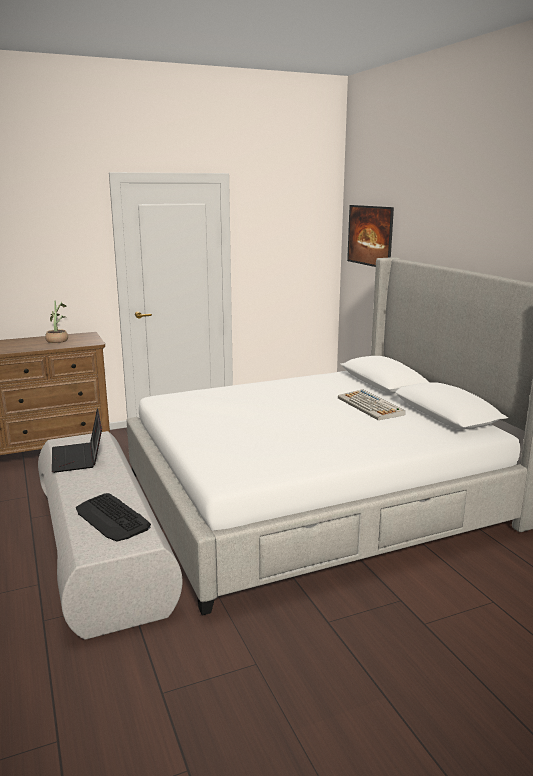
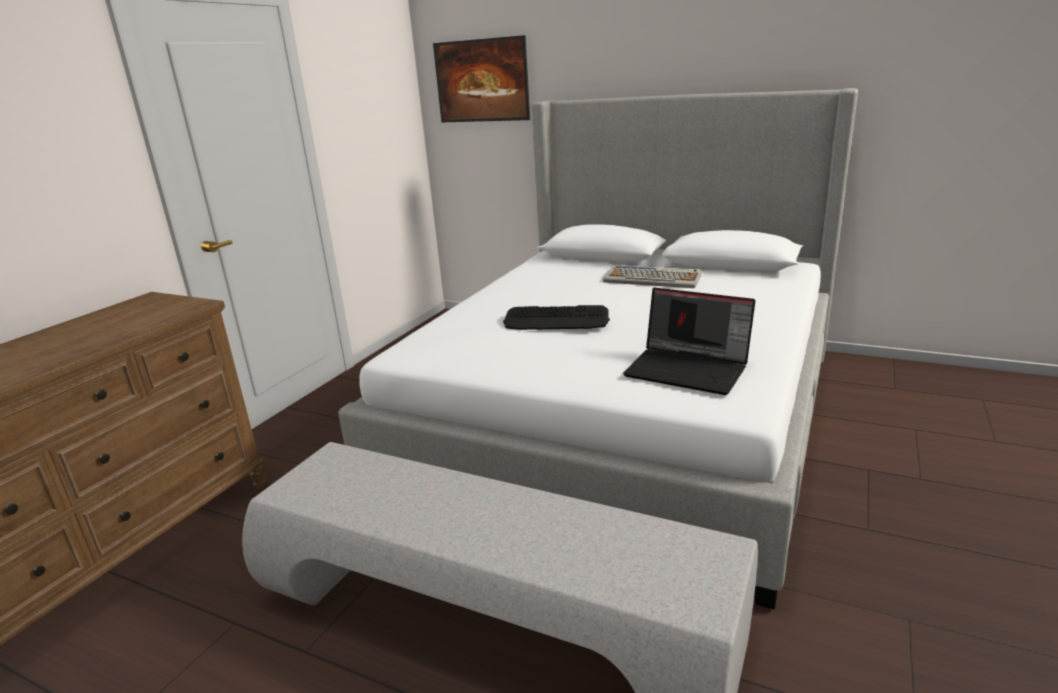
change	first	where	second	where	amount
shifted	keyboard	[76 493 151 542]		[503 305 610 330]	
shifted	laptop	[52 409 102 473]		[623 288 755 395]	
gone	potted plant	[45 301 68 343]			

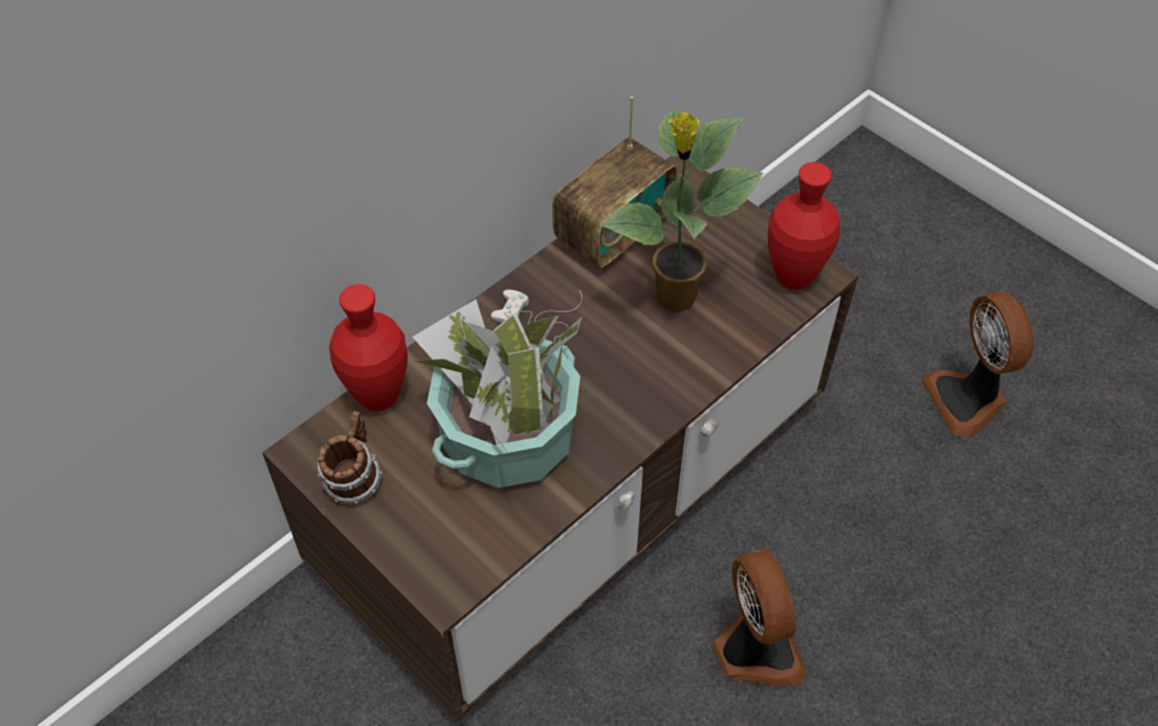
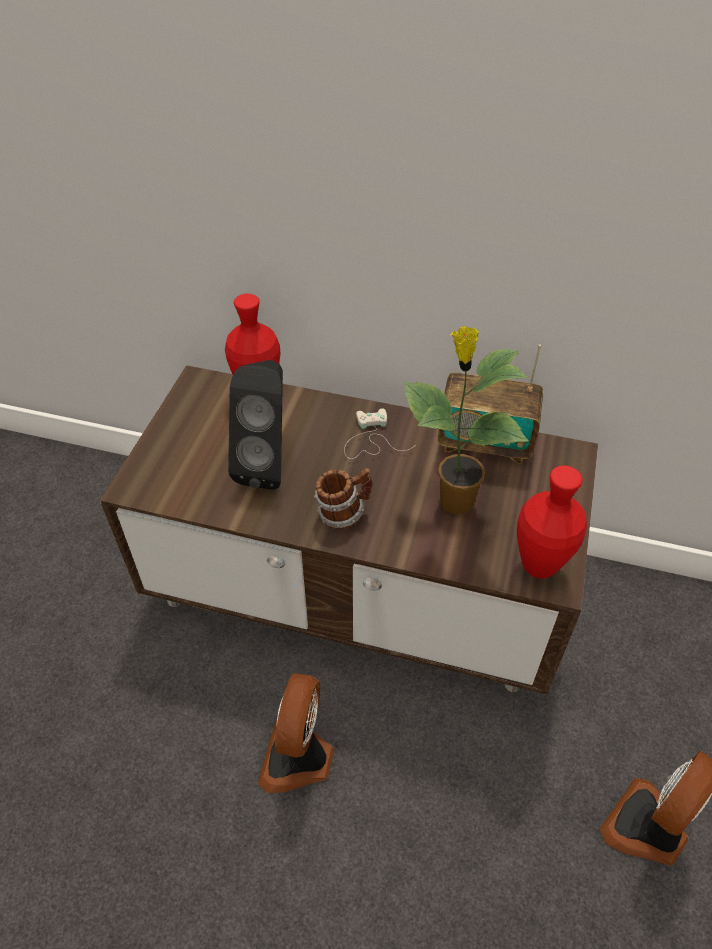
change	first	where	second	where	amount
swapped	potted plant	[413 299 582 488]	speaker in black	[228 360 283 490]	
rotated	fan	[712 549 808 687]		[258 673 334 793]	150 degrees clockwise
shifted	mug	[317 411 382 505]		[314 468 373 529]	

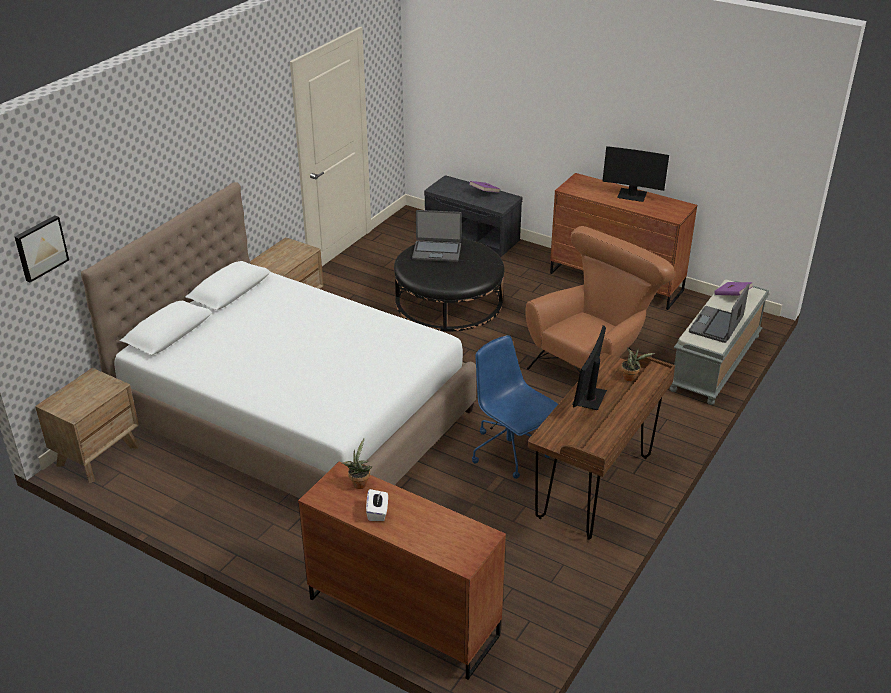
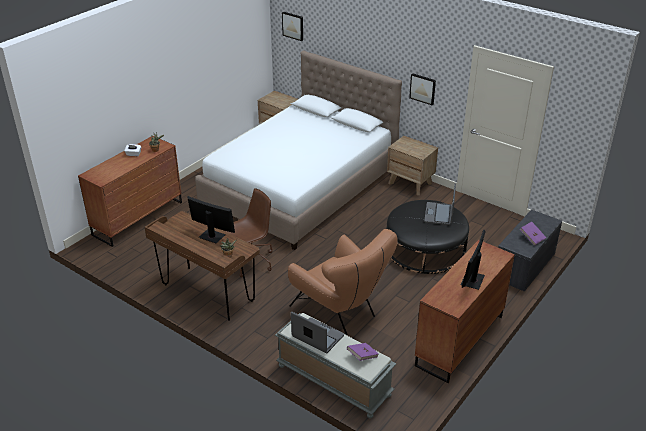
change	first	where	second	where	amount
repainted	office chair in blue	[472 335 558 479]	office chair in brown	[223 188 273 277]	
new			picture	[409 73 436 105]	

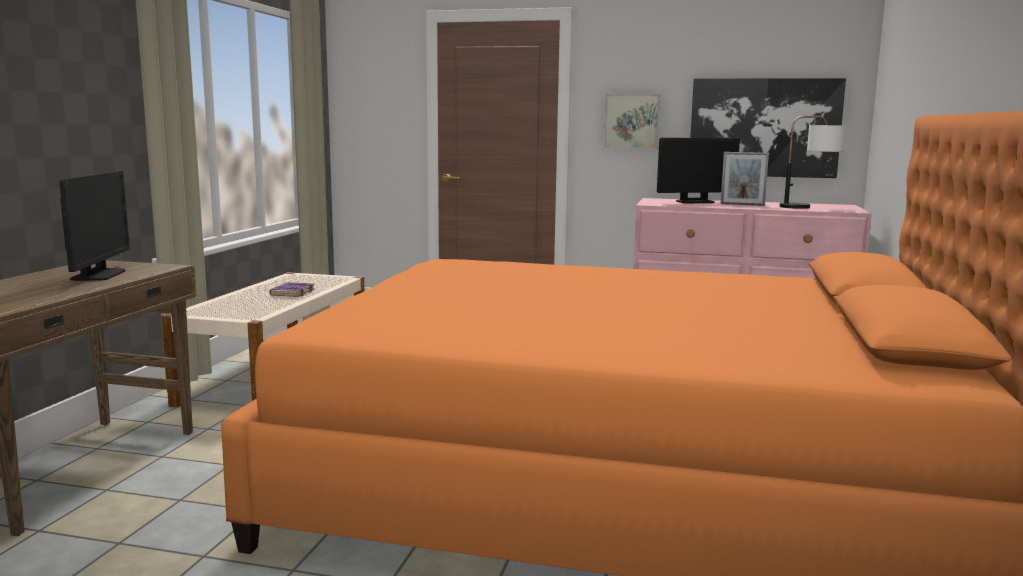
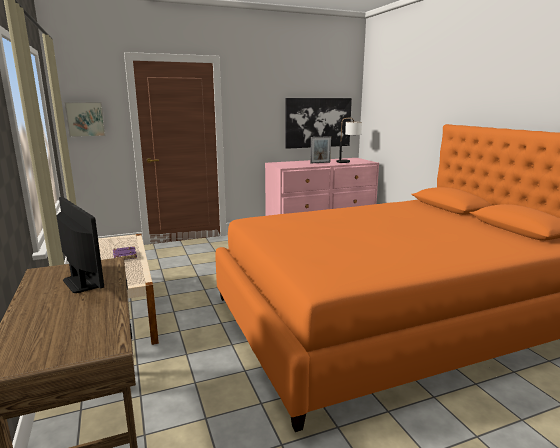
change	first	where	second	where	amount
shifted	picture	[604 94 660 149]		[64 102 106 137]	
gone	monitor	[657 138 740 203]			

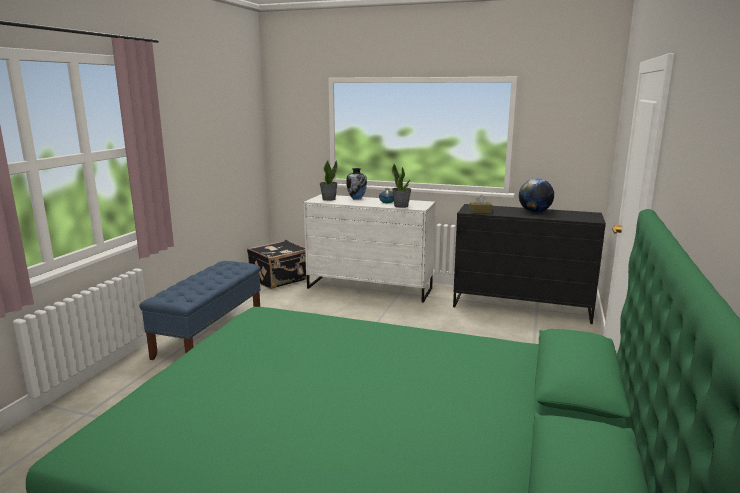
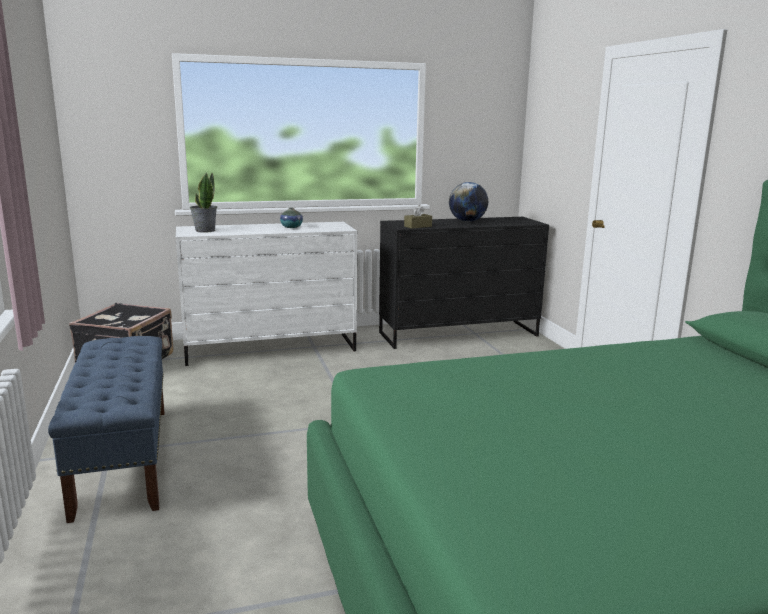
change	first	where	second	where	amount
gone	vase	[346 168 367 200]			
gone	potted plant	[392 164 412 208]			

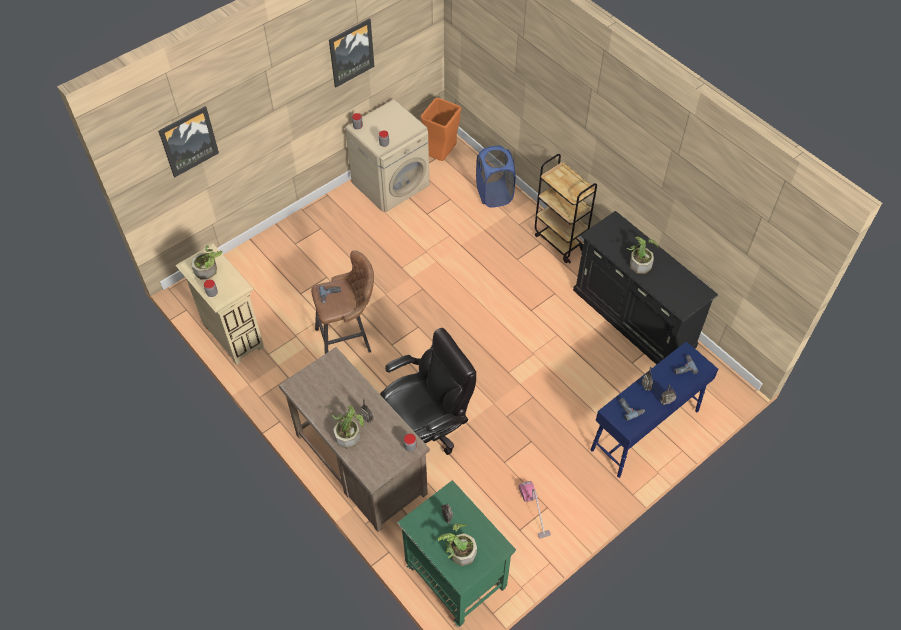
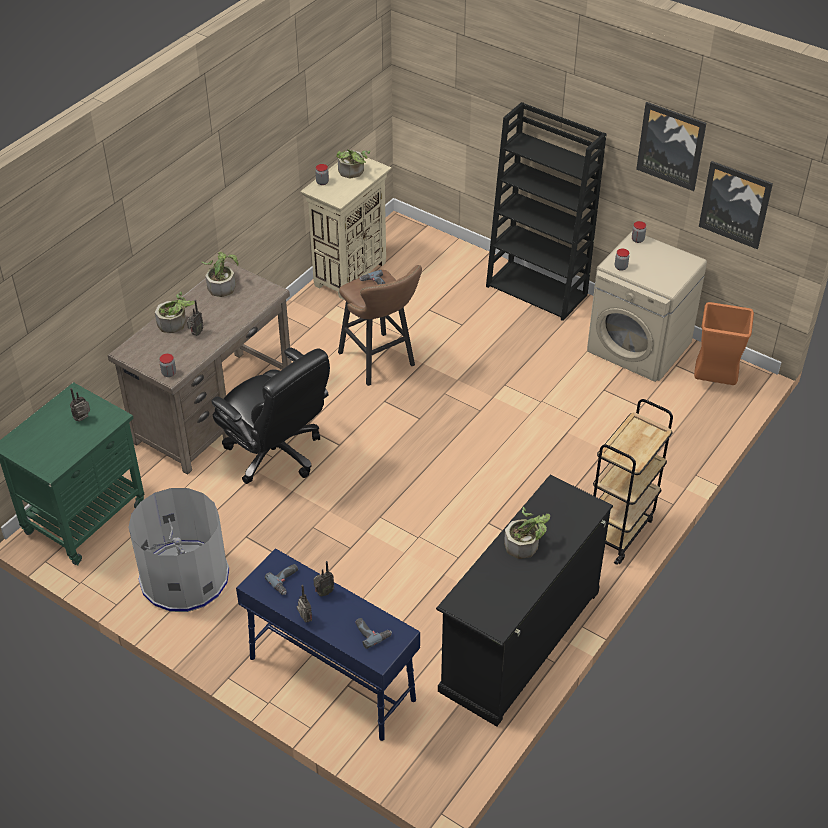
change	first	where	second	where	amount
swapped	vacuum cleaner	[519 481 551 539]	trash can in grey	[129 488 229 612]	
shifted	potted plant	[438 524 477 566]		[202 252 238 297]	
new			bookcase in black	[486 102 606 321]	
shifted	picture	[158 106 219 177]		[699 161 773 249]	
gone	laundry basket in blue	[476 146 515 208]			

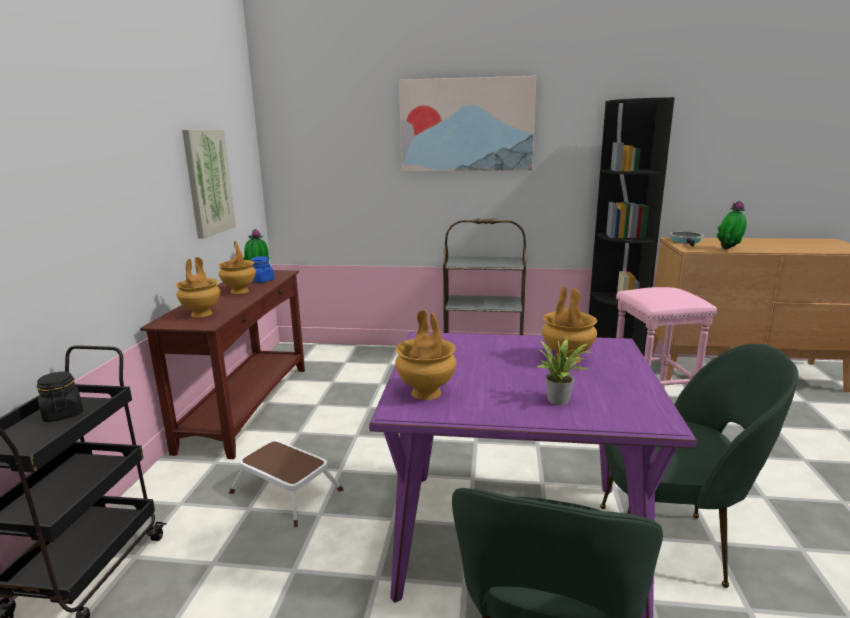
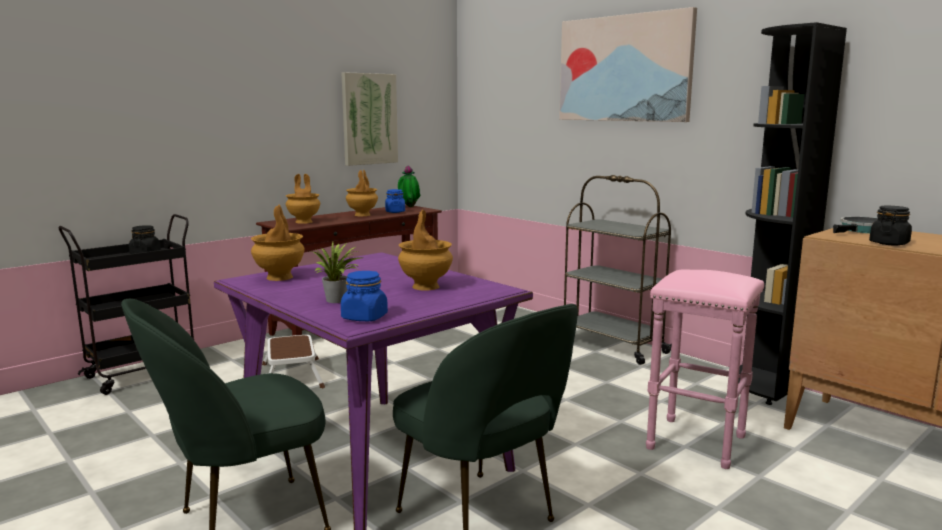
change	first	where	second	where	amount
new			jar in blue	[341 271 388 321]	
swapped	potted plant	[717 201 747 249]	jar in black	[869 206 912 246]	

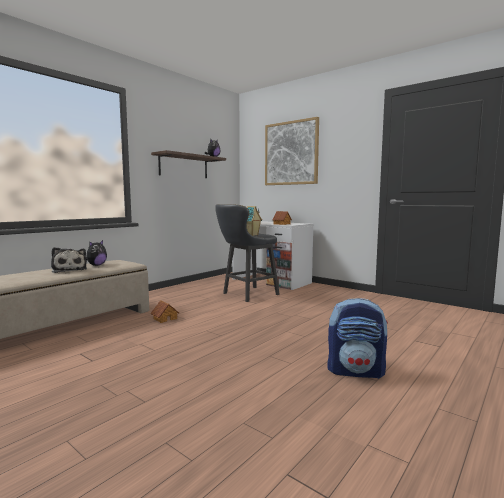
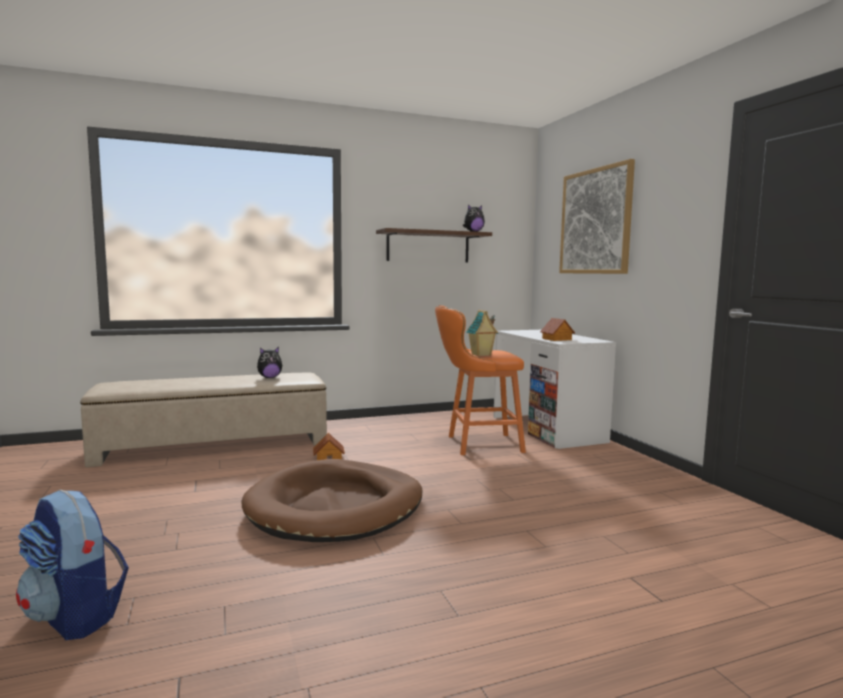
change	first	where	second	where	amount
shifted	backpack	[327 298 388 379]		[16 490 129 640]	
new			dog bed in brown	[241 459 422 542]	
repainted	stool in grey	[215 204 280 302]	stool in orange	[435 305 526 455]	
gone	plush toy	[51 247 87 273]			

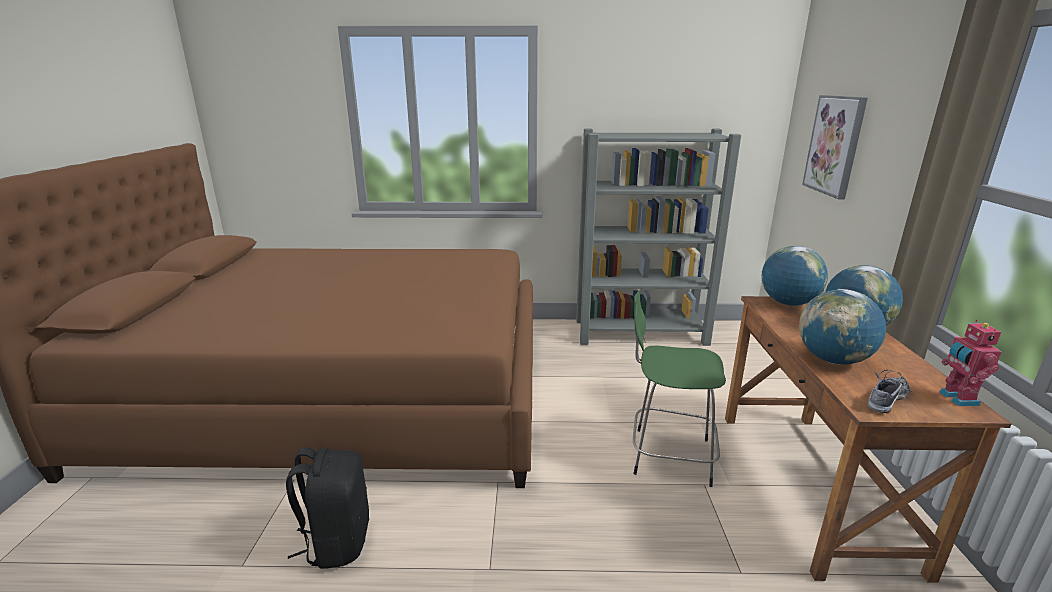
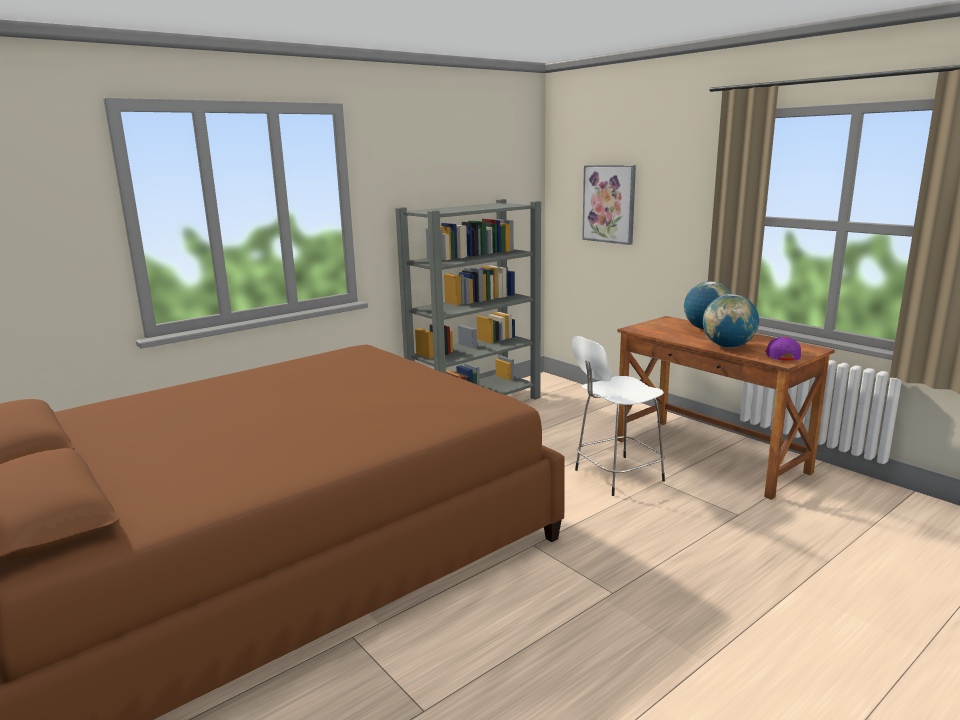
change	first	where	second	where	amount
repainted	stool in green	[633 291 726 487]	stool in white	[572 336 665 496]	
swapped	shoe	[868 370 911 413]	cap in purple	[765 337 801 361]	
gone	backpack in black	[286 447 369 569]			
gone	globe	[761 246 828 306]			
gone	toy robot	[939 320 1002 406]			

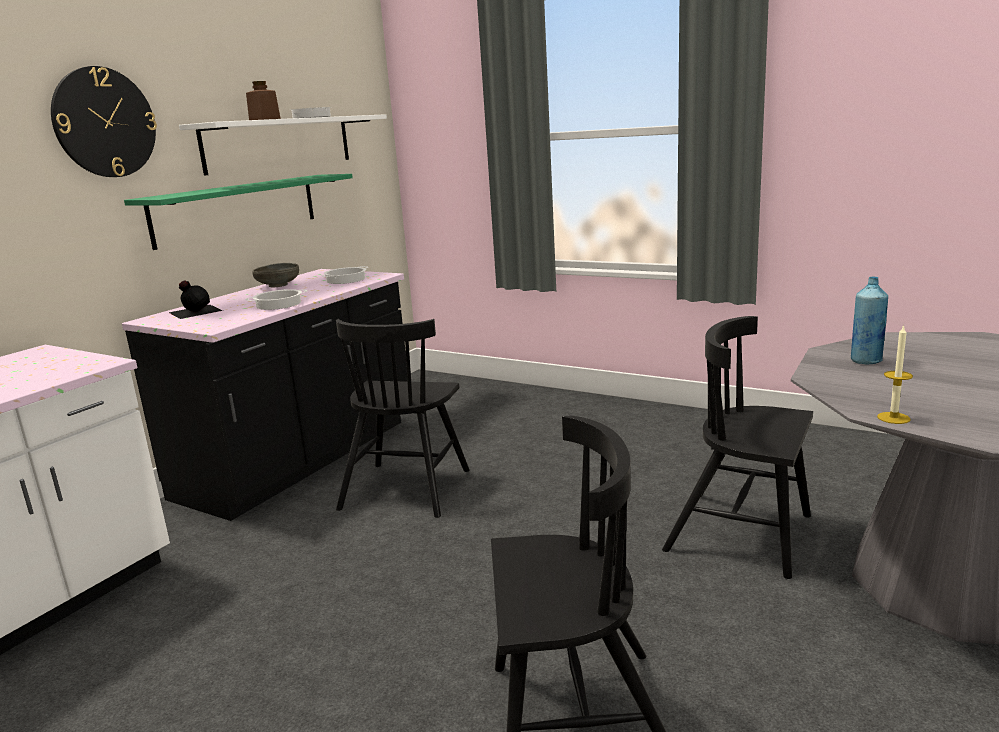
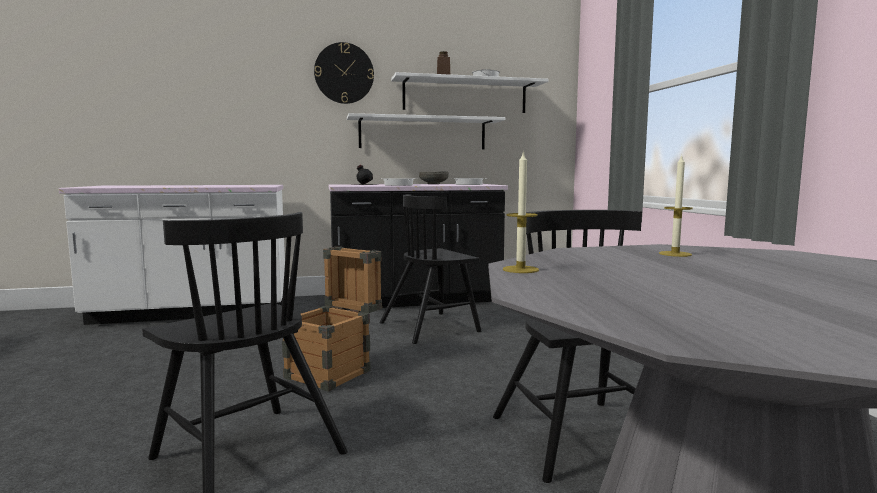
change	first	where	second	where	amount
new			crate	[282 246 382 392]	
repainted	shelf in green	[124 174 353 250]	shelf in white	[347 113 505 149]	
swapped	bottle in blue	[851 276 888 364]	candle	[659 155 693 257]	

